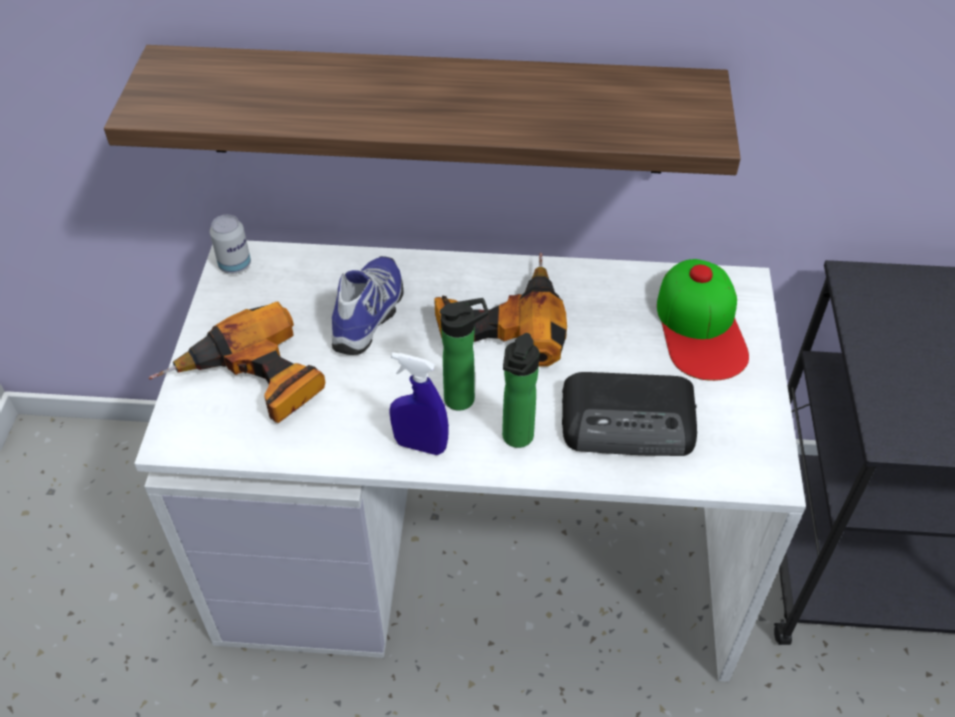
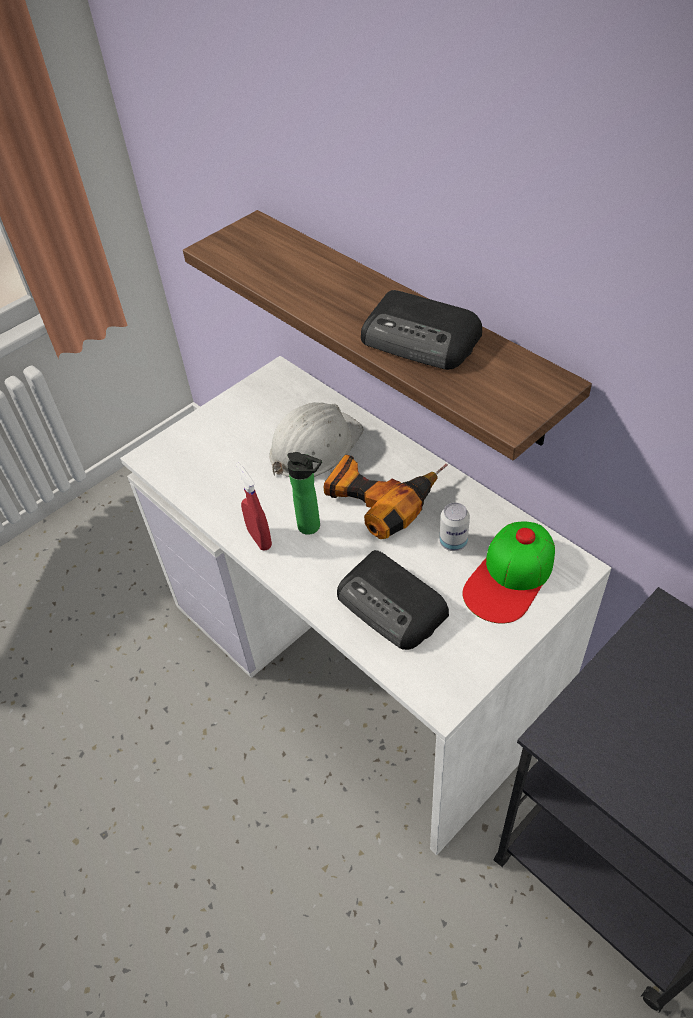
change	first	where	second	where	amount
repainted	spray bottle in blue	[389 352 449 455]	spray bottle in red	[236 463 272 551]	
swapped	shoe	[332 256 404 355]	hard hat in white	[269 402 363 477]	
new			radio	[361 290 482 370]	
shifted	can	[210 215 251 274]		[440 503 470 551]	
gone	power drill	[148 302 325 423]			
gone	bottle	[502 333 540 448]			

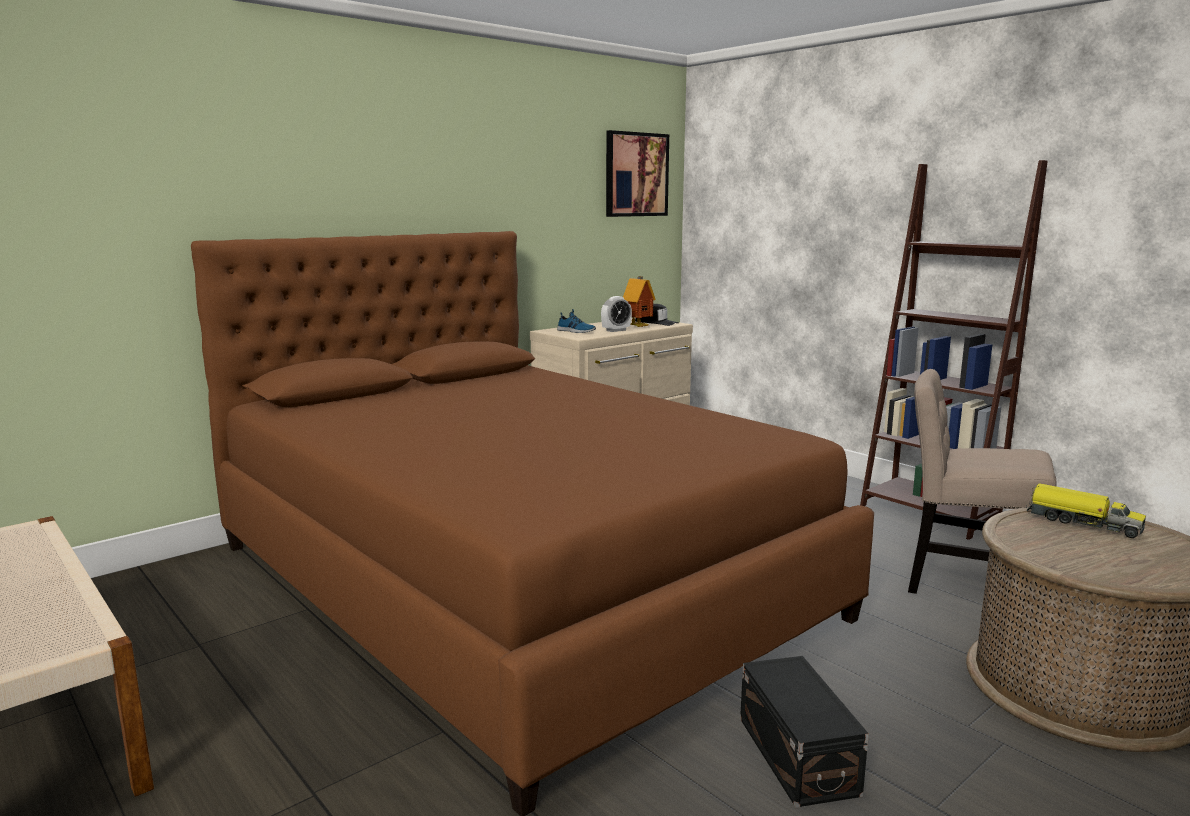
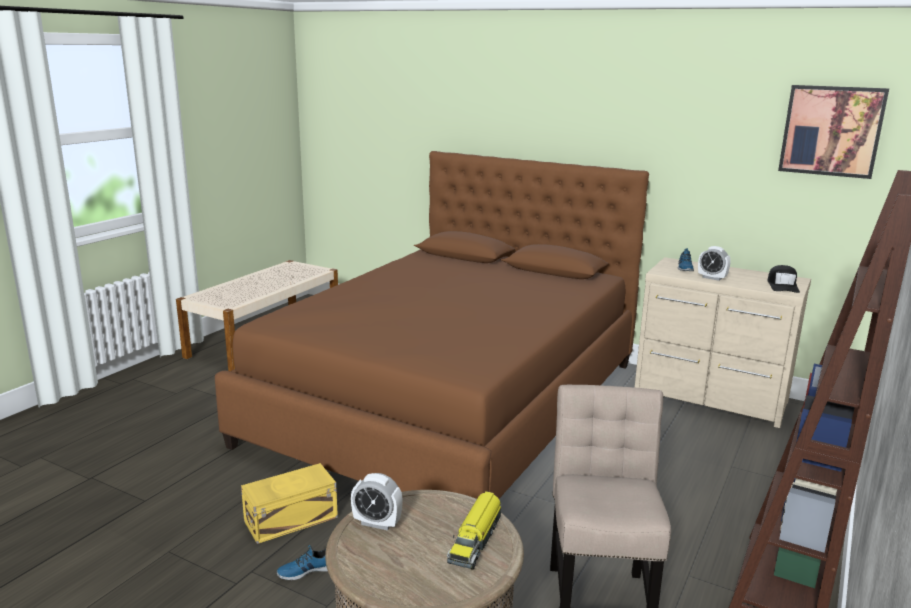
change	first	where	second	where	amount
repainted	storage box in black	[740 656 869 807]	storage box in yellow	[241 463 338 544]	
new			shoe	[277 545 328 580]	
new			alarm clock	[351 473 403 531]	
gone	toy house	[623 276 656 327]			

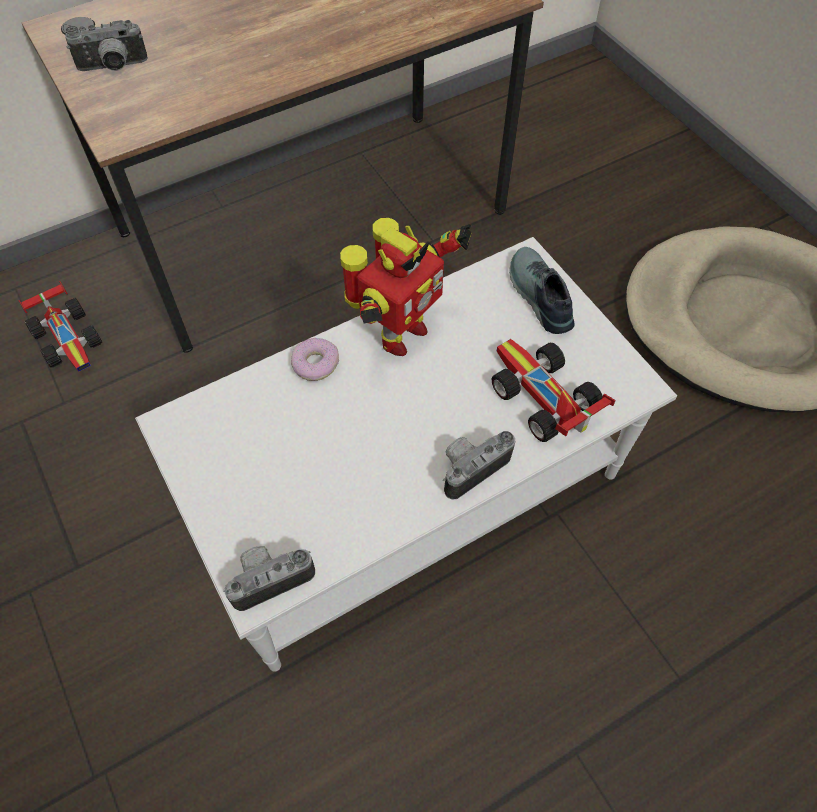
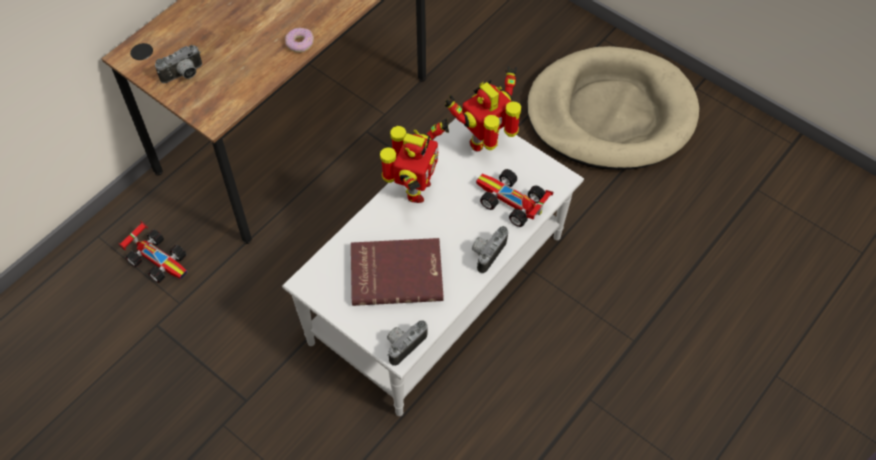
change	first	where	second	where	amount
shifted	donut	[291 338 339 381]		[285 28 314 53]	
new			book in red	[351 238 444 306]	
swapped	shoe	[509 247 575 334]	toy robot	[445 66 521 151]	

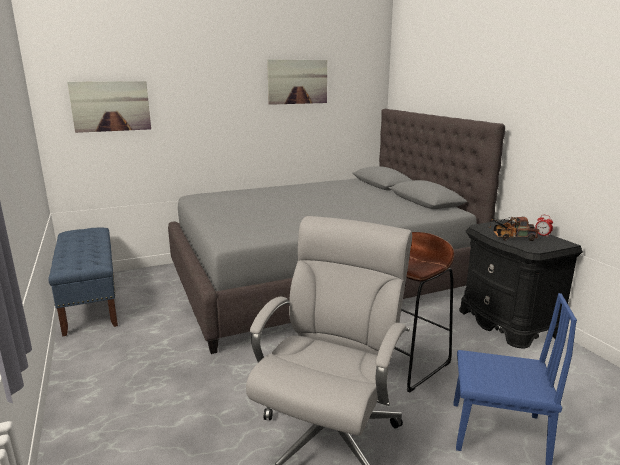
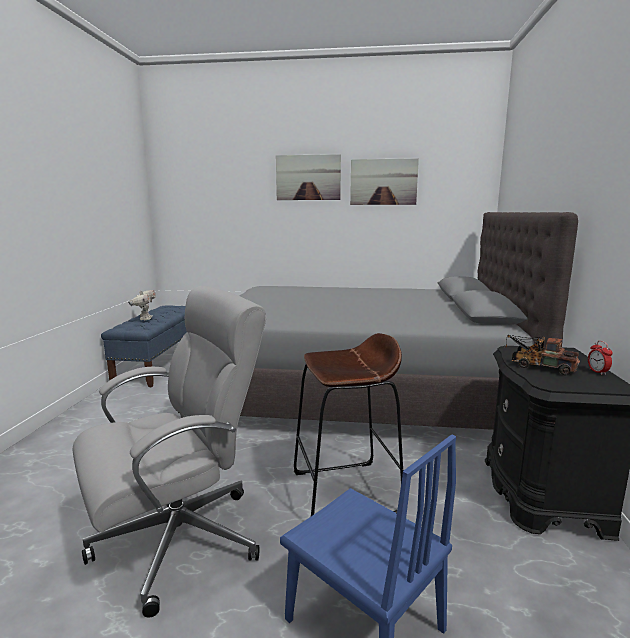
change	first	where	second	where	amount
new			toy robot	[128 290 156 320]	
shifted	picture	[67 81 151 133]		[276 154 341 200]	

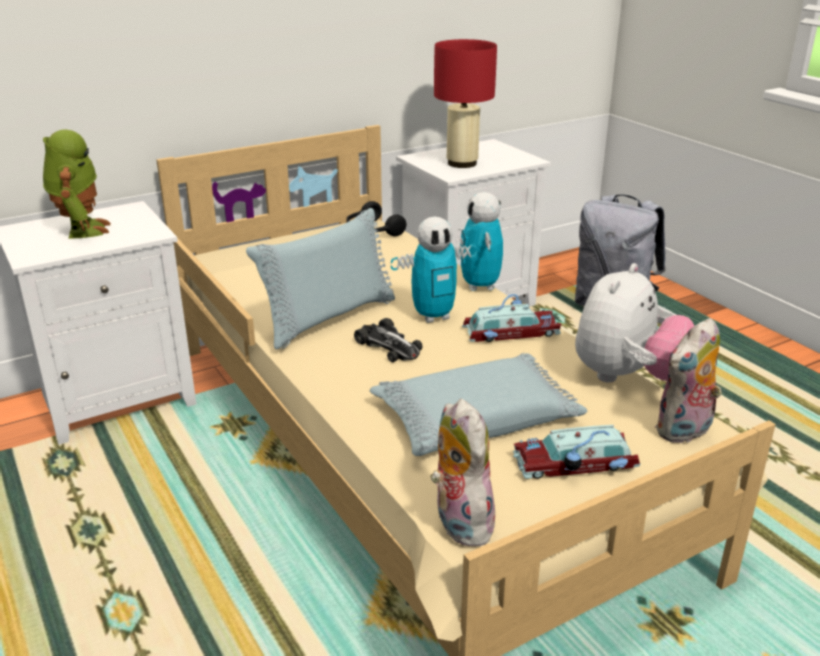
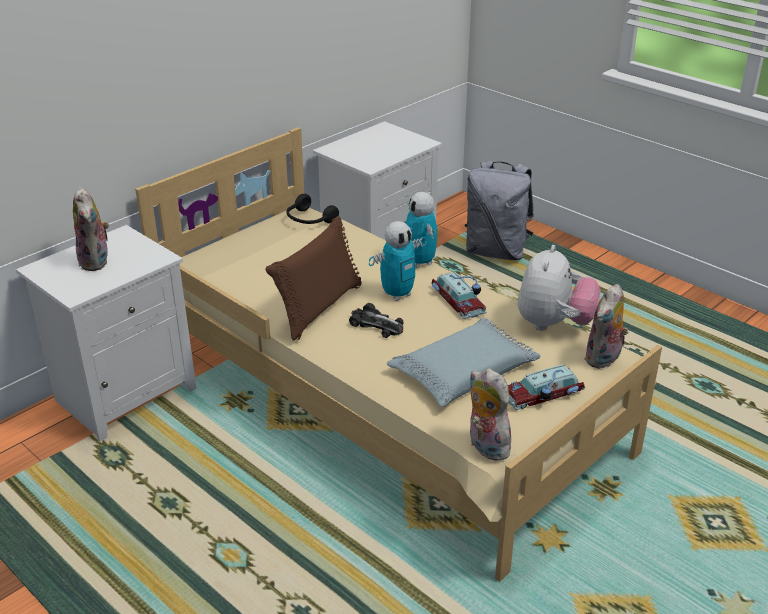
change	first	where	second	where	amount
swapped	toy robot	[43 130 111 239]	plush toy	[73 187 109 271]	
repainted	pillow in blue	[246 208 395 350]	pillow in brown	[265 216 362 341]	
rotated	toy car	[462 294 562 342]		[431 271 486 319]	90 degrees clockwise
gone	table lamp in red	[434 39 497 168]			

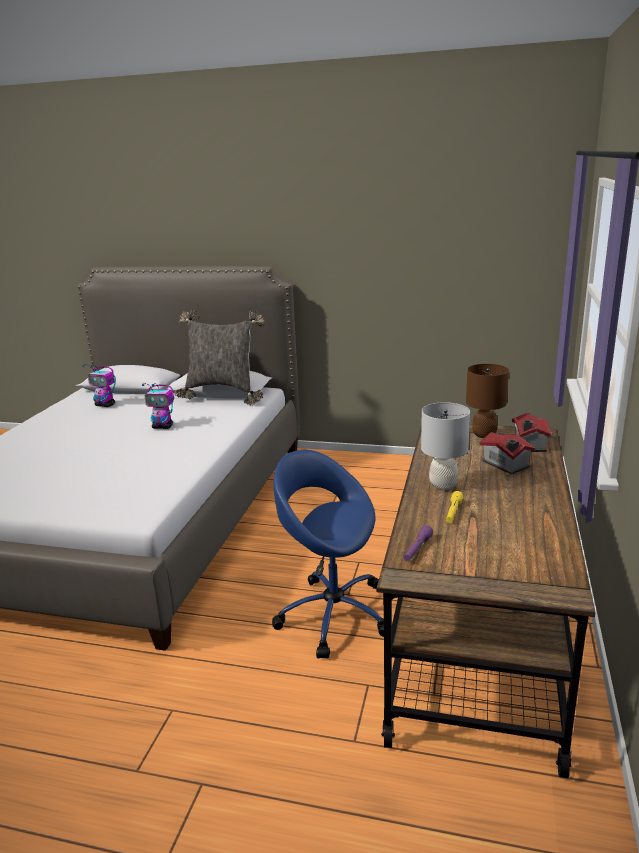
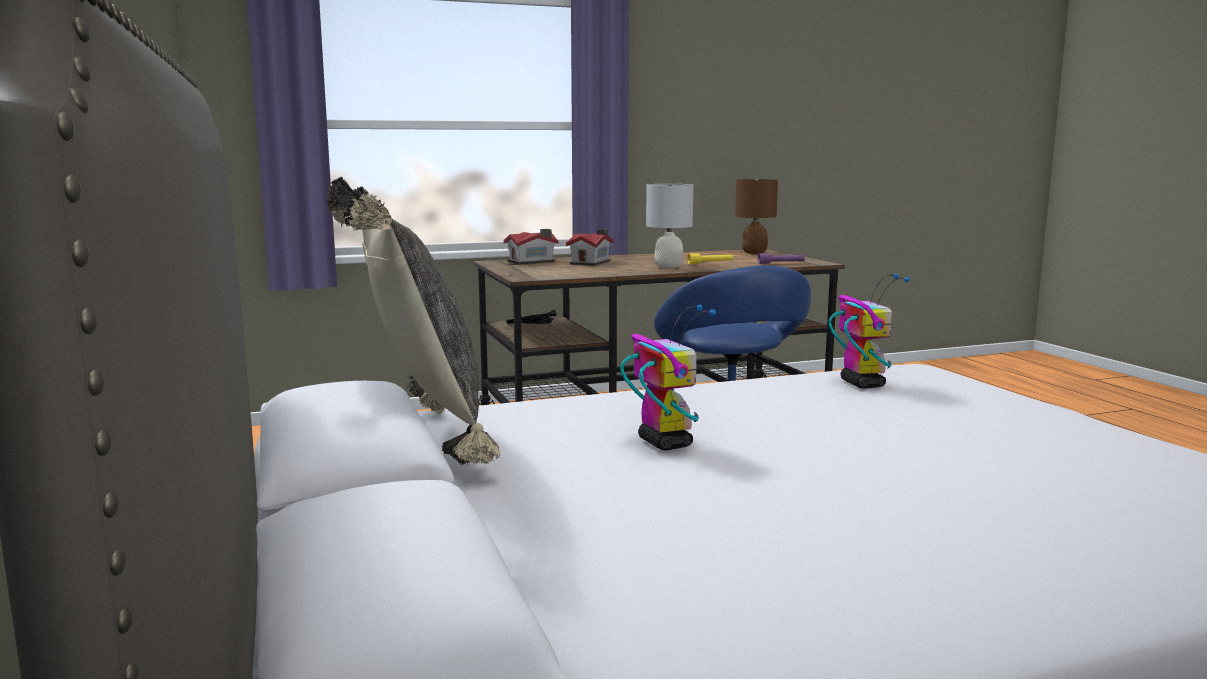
change	first	where	second	where	amount
shifted	table lamp in brown	[466 364 509 438]		[735 179 778 254]	
shifted	toy robot	[82 364 116 407]		[828 274 910 389]	

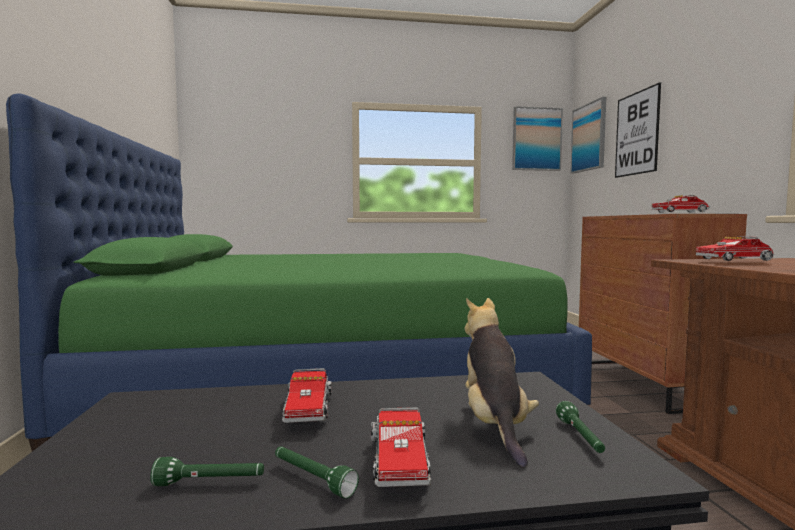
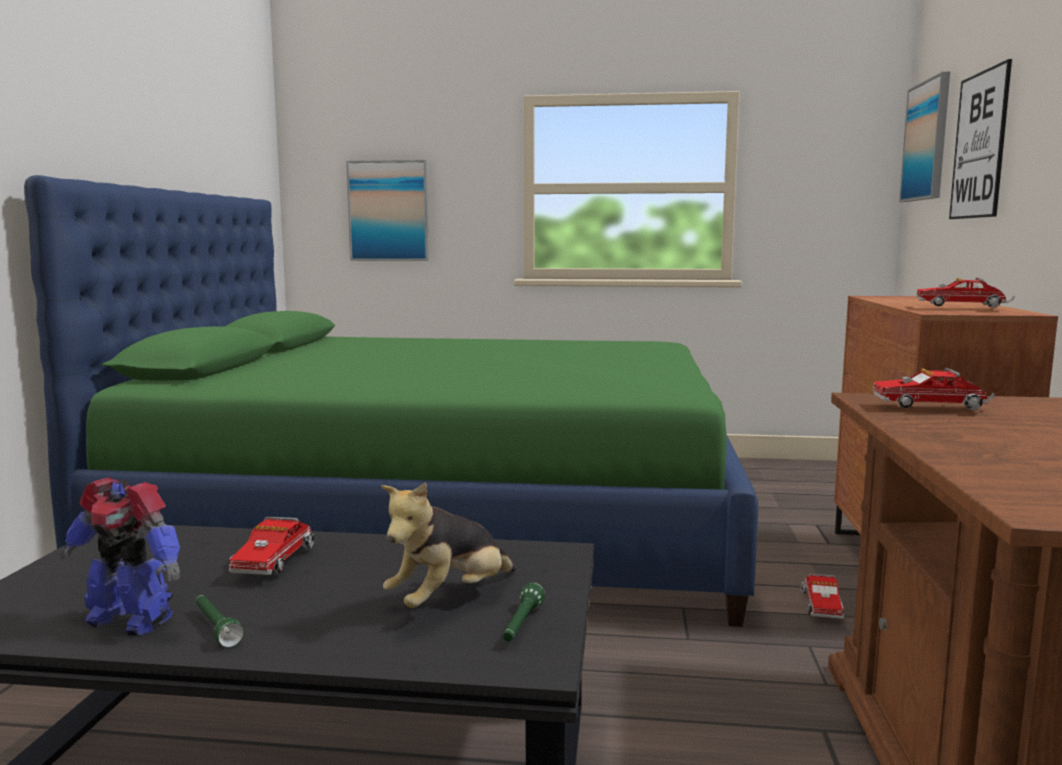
change	first	where	second	where	amount
swapped	flashlight in green	[150 457 264 486]	toy robot	[60 477 180 636]	
shifted	picture	[512 106 563 171]		[346 160 429 261]	
rotated	plush toy	[465 298 539 468]		[381 482 516 608]	150 degrees counterclockwise
shifted	toy truck	[371 407 431 487]		[801 574 844 619]	

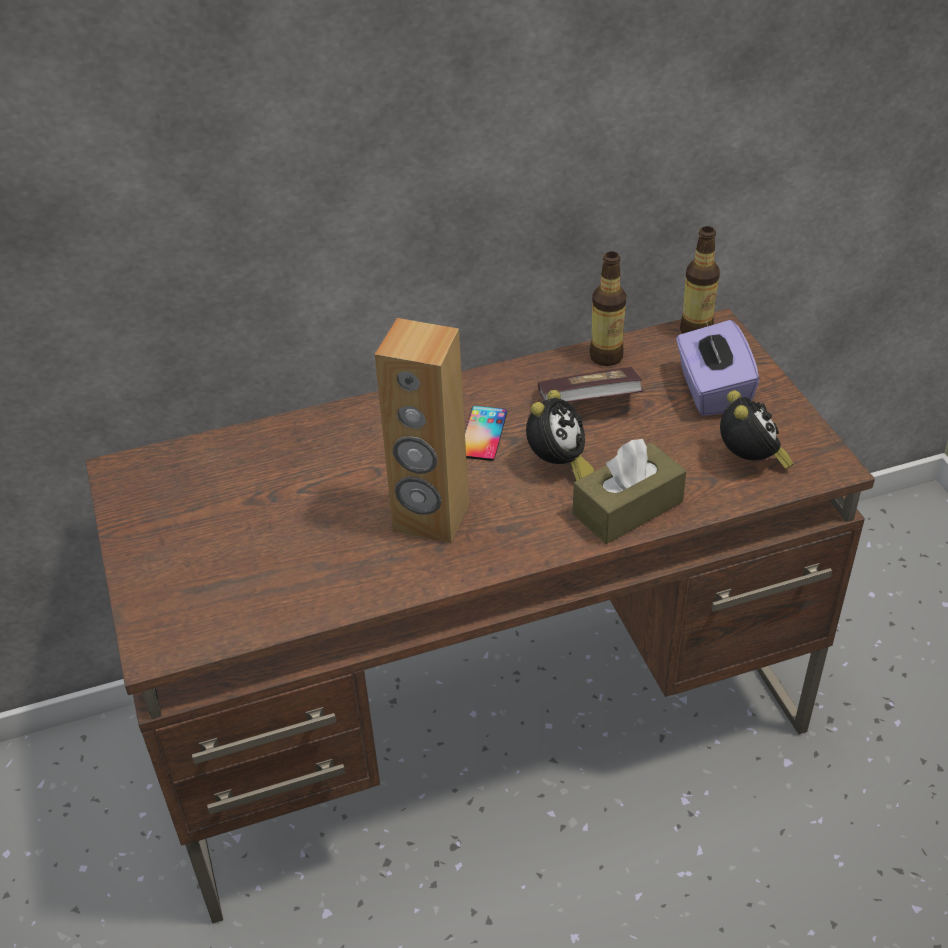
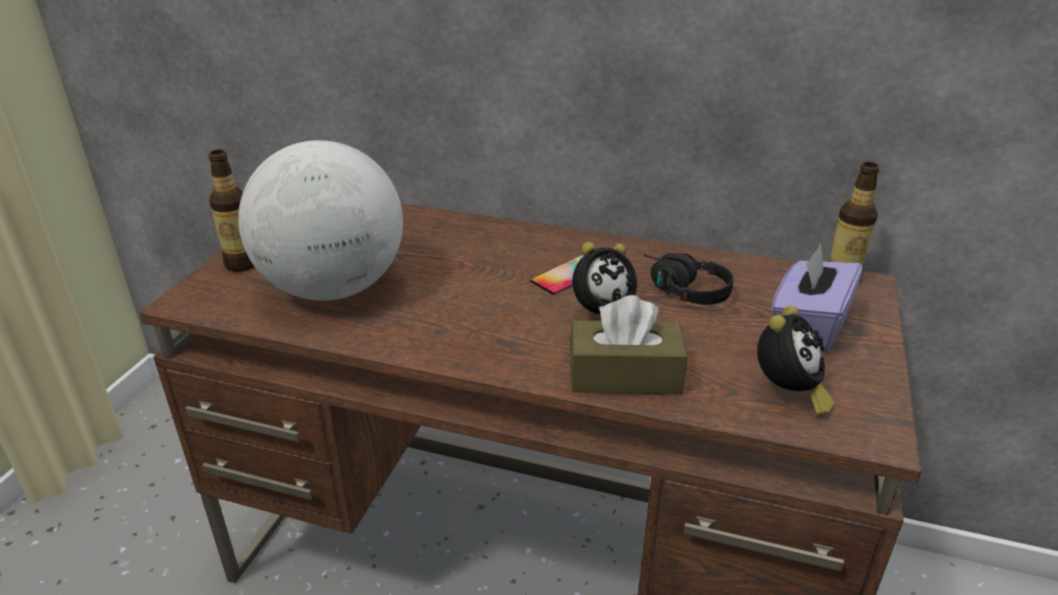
change	first	where	second	where	amount
shifted	bottle	[590 251 626 366]		[208 150 255 272]	
new			globe	[238 140 403 301]	
swapped	book	[538 367 644 403]	headphones in black	[644 253 733 305]	
gone	speaker in brown	[375 318 469 544]			

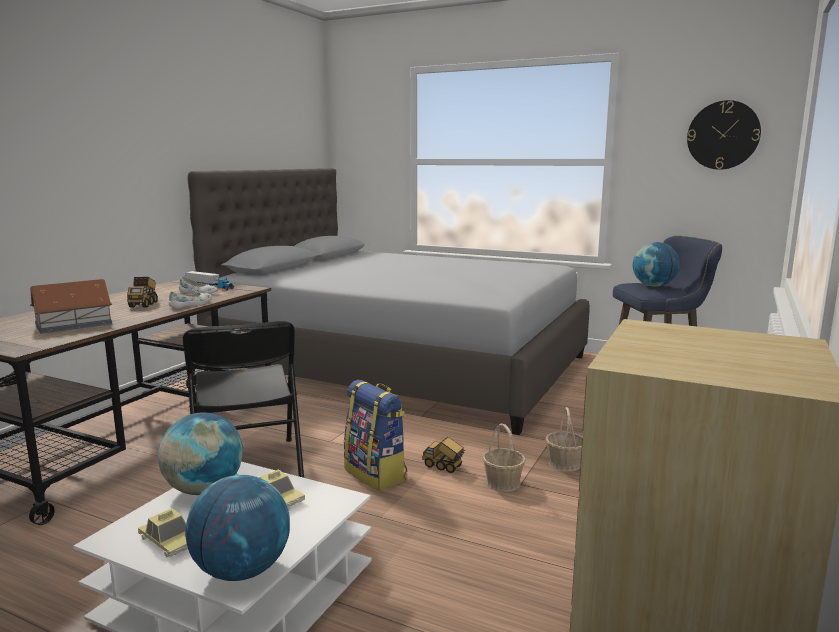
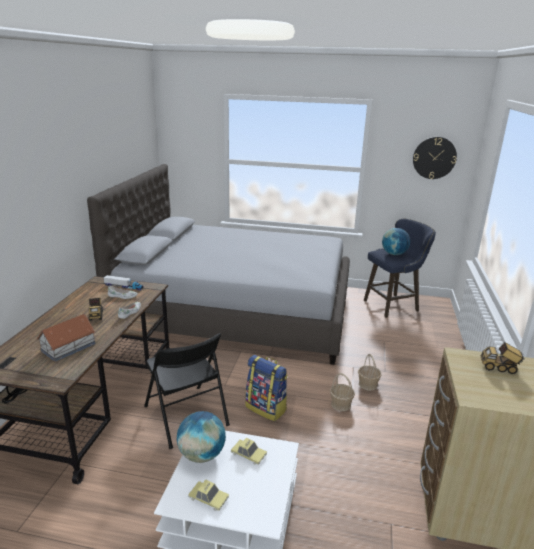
change	first	where	second	where	amount
shifted	toy truck	[422 437 465 473]		[481 342 525 374]	
gone	globe	[185 475 290 581]			

